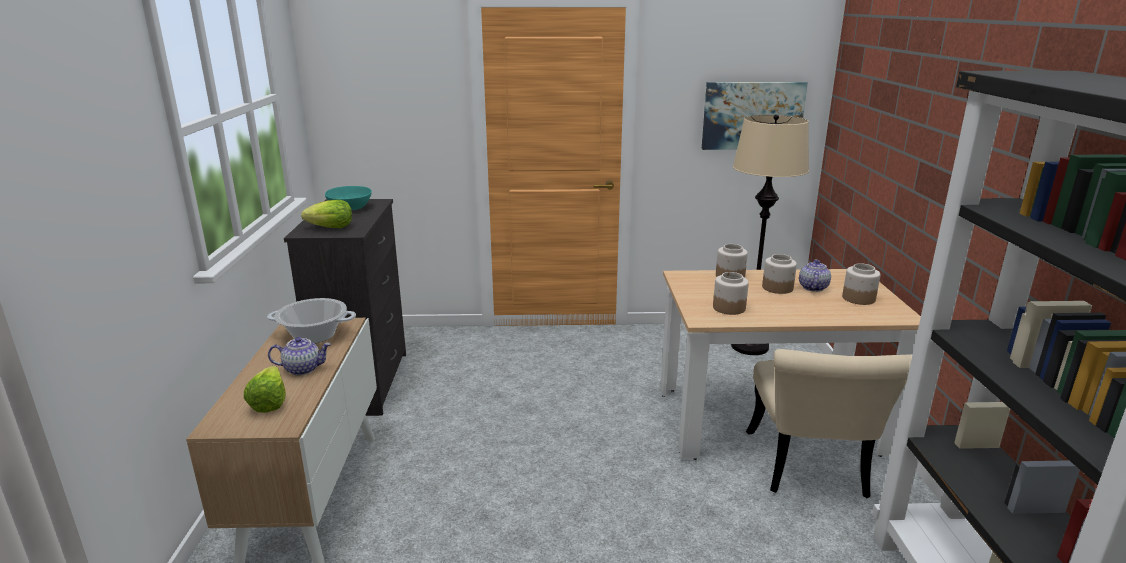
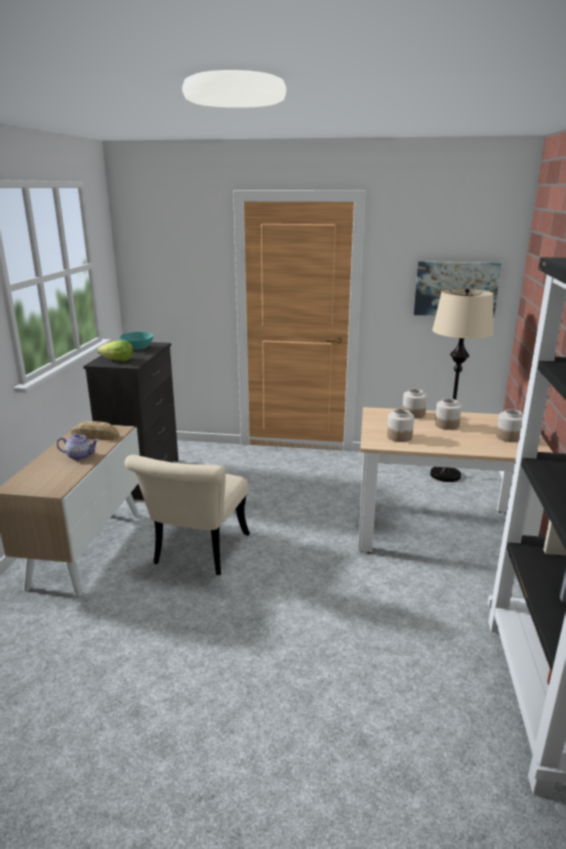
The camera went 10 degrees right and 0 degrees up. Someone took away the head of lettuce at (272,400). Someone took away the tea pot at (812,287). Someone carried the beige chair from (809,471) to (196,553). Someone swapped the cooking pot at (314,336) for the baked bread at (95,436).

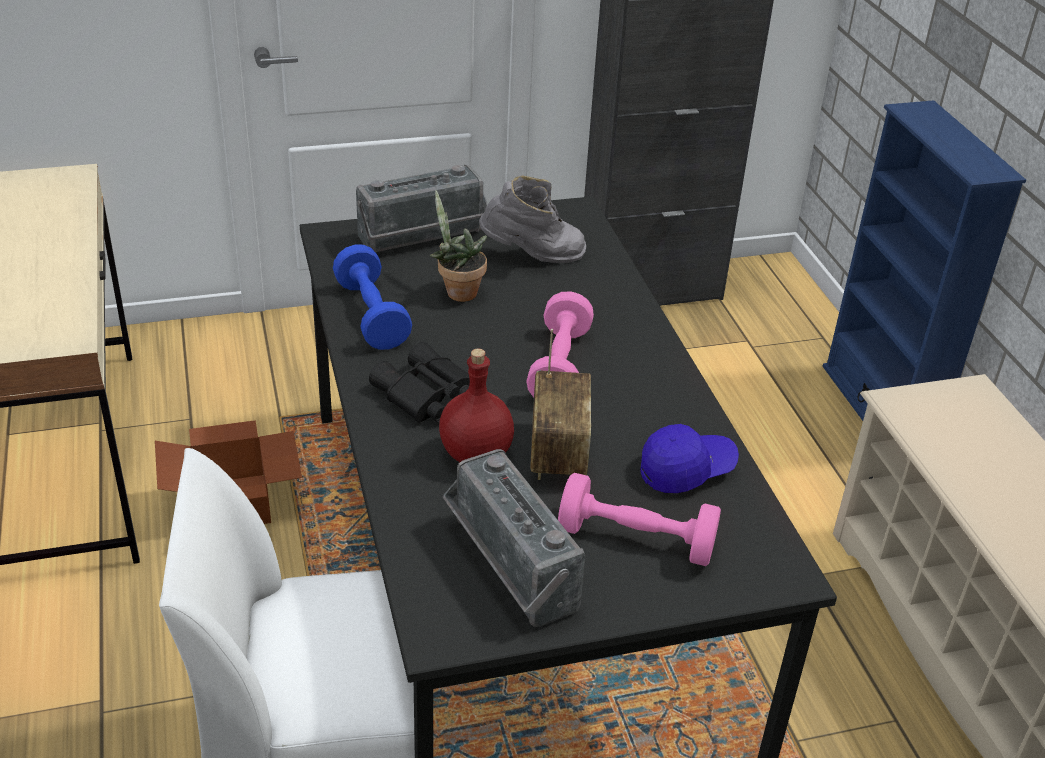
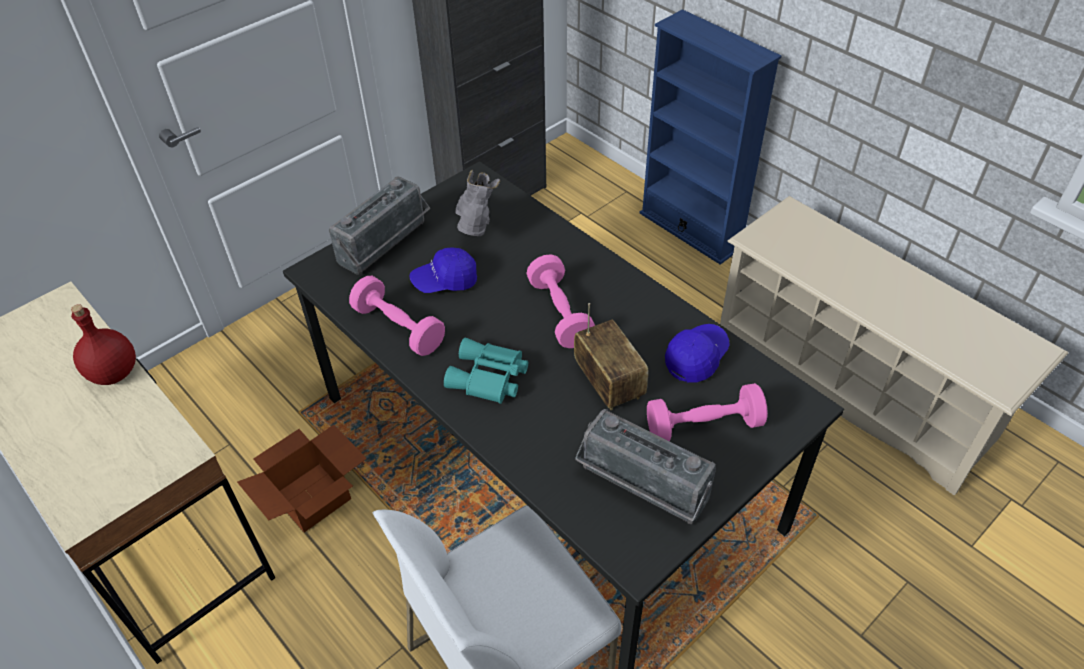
The camera went 25 degrees left and 10 degrees up. Someone carried the reddish bottle from (474,454) to (113,373). Someone swapped the plant in a pot at (457,292) for the blue peaked cap at (445,281). Someone repainted the blue dumbbell at (372,315), which became the pink dumbbell at (399,328). Someone repainted the blackish pair of binoculars at (426,396), which became the turquoise pair of binoculars at (488,378). Someone rotated the gray high-top boot at (532,257) by 60 degrees counterclockwise.

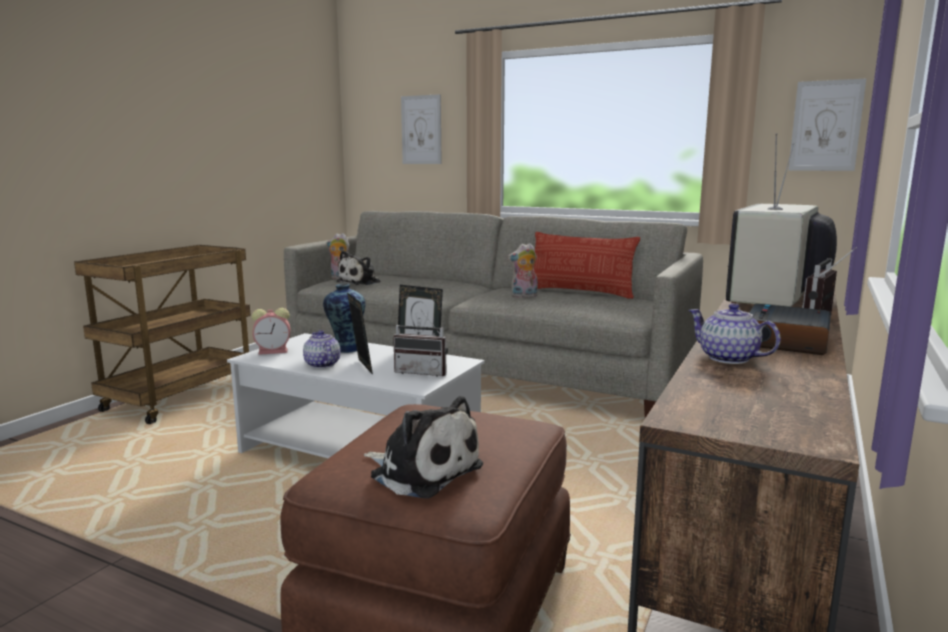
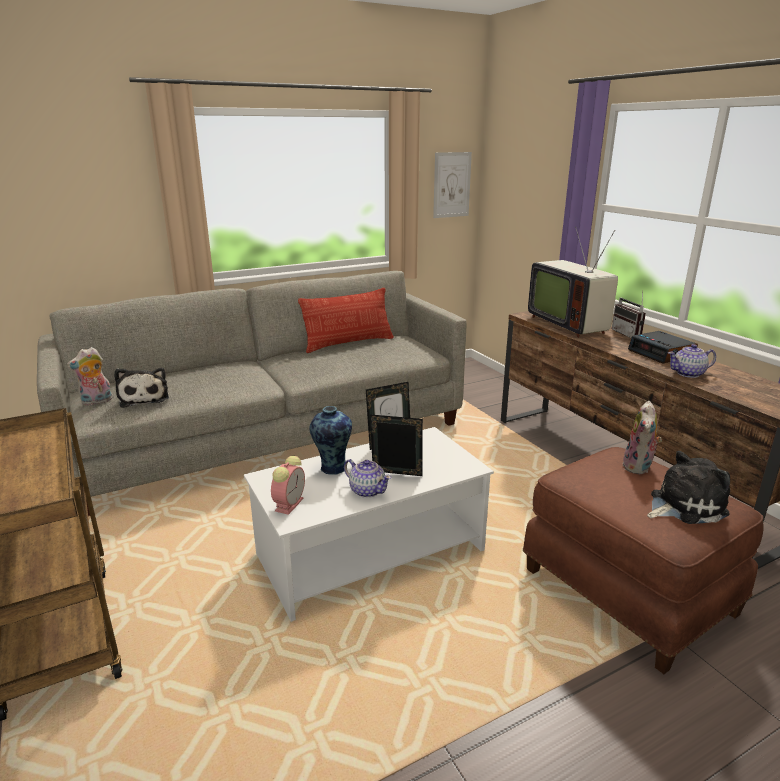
The camera went 55 degrees left and 10 degrees up. Someone took away the radio at (423,372). Someone took away the picture at (421,130). Someone carried the cuddly toy from (524,296) to (639,467). Someone rotated the tea pot at (322,365) by 150 degrees counterclockwise.

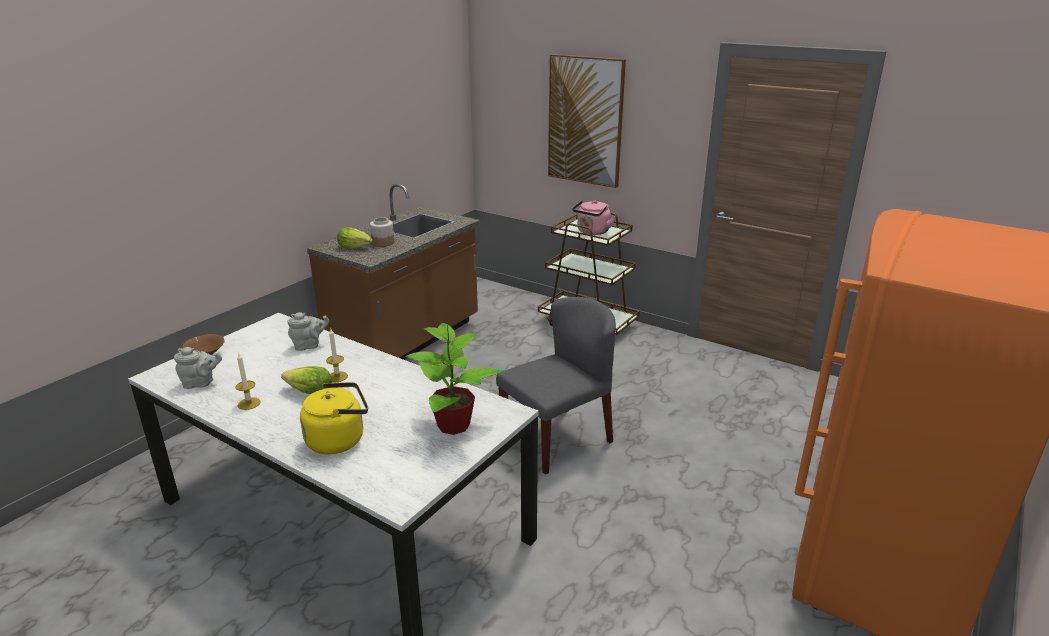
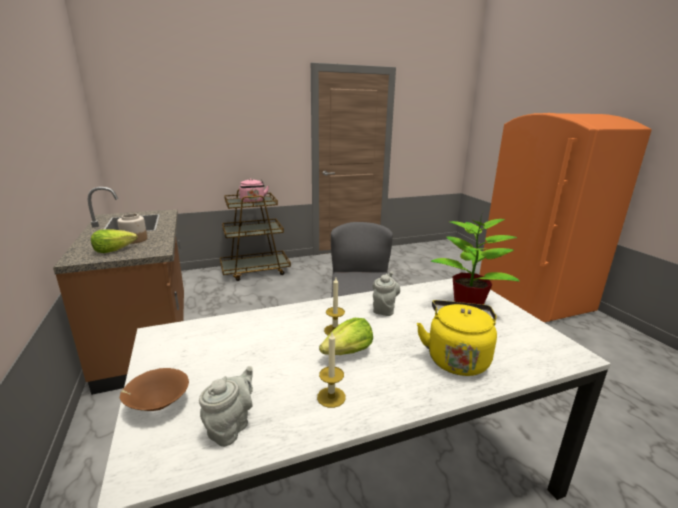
The camera went 55 degrees left and 5 degrees down. Someone took away the picture at (585,121). Someone carried the gray tea pot from (309,346) to (384,308).

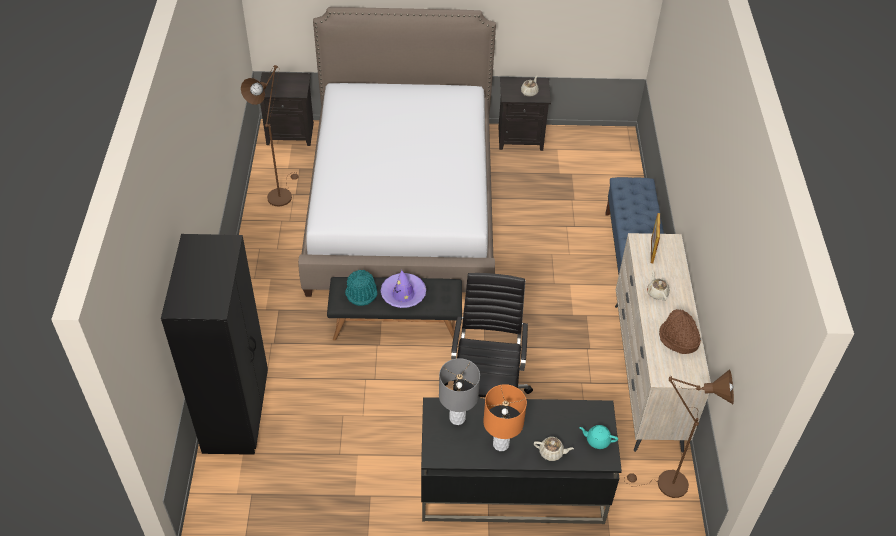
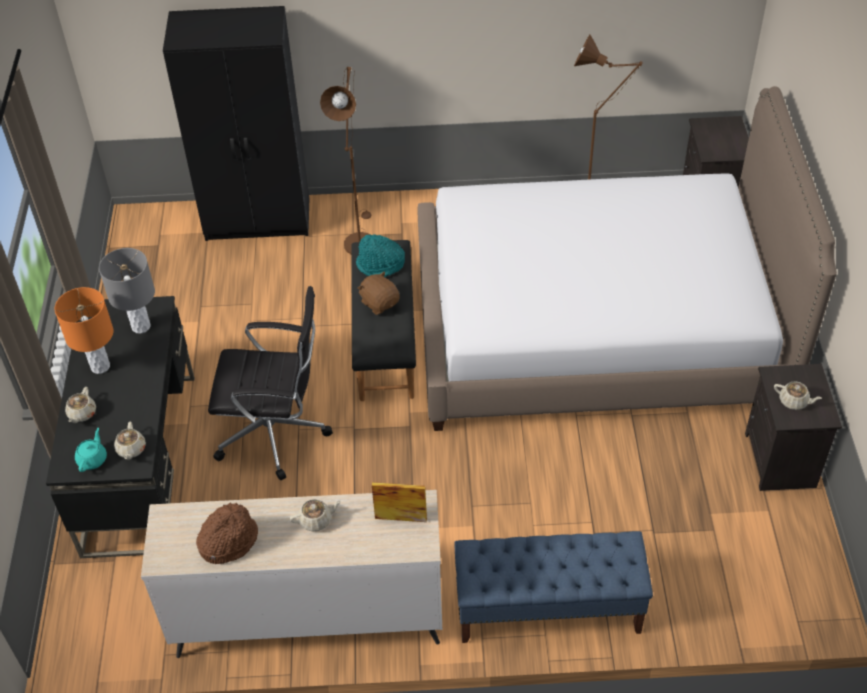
The camera went 90 degrees right and 0 degrees up. Someone put down the beige tea pot at (131,449). Someone carried the brownish floor lamp from (666,484) to (359,240). Someone swapped the purplish hat at (403,294) for the brownish cuddly toy at (379,303).

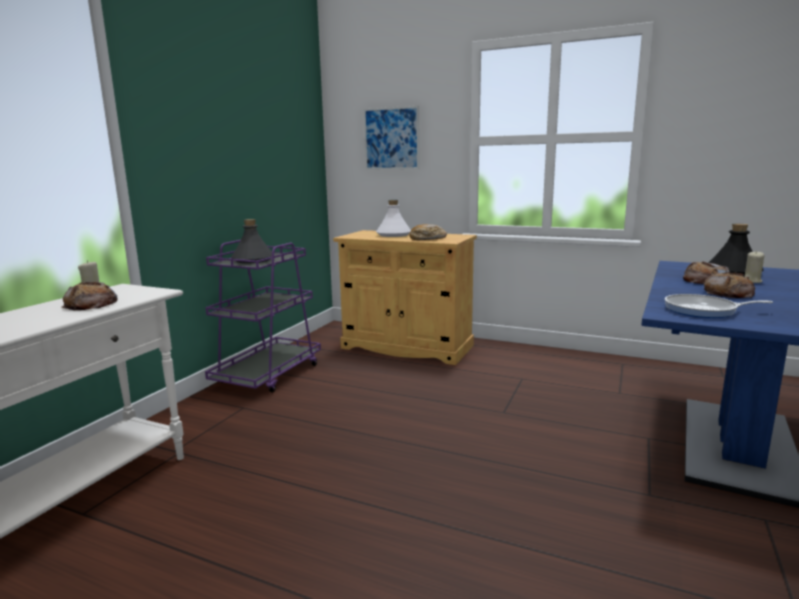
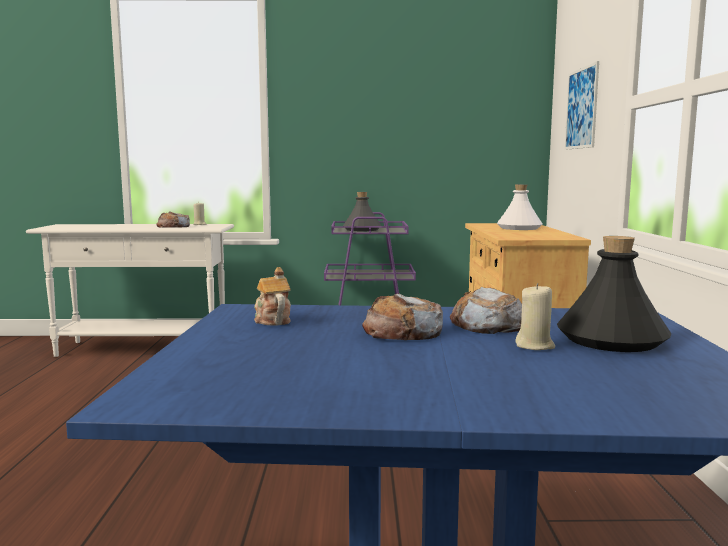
The camera went 65 degrees right and 5 degrees down. Someone took away the baked bread at (427,238). Someone swapped the skillet at (704,310) for the tea pot at (272,320).

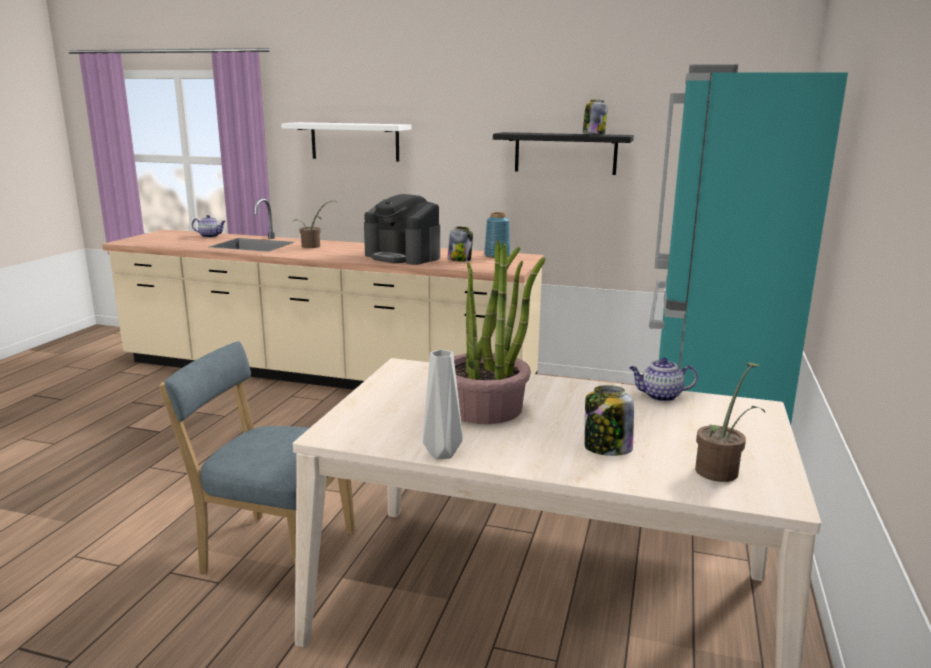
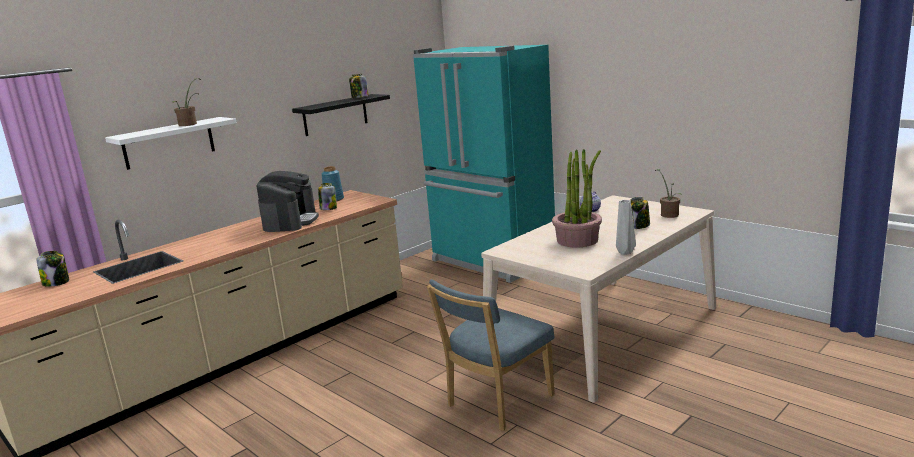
The camera went 60 degrees left and 0 degrees up. Someone carried the plant in a pot from (313,246) to (190,124). Someone swapped the tea pot at (210,236) for the preserve jar at (56,282). Someone rotated the coffee brewer at (403,256) by 60 degrees counterclockwise.

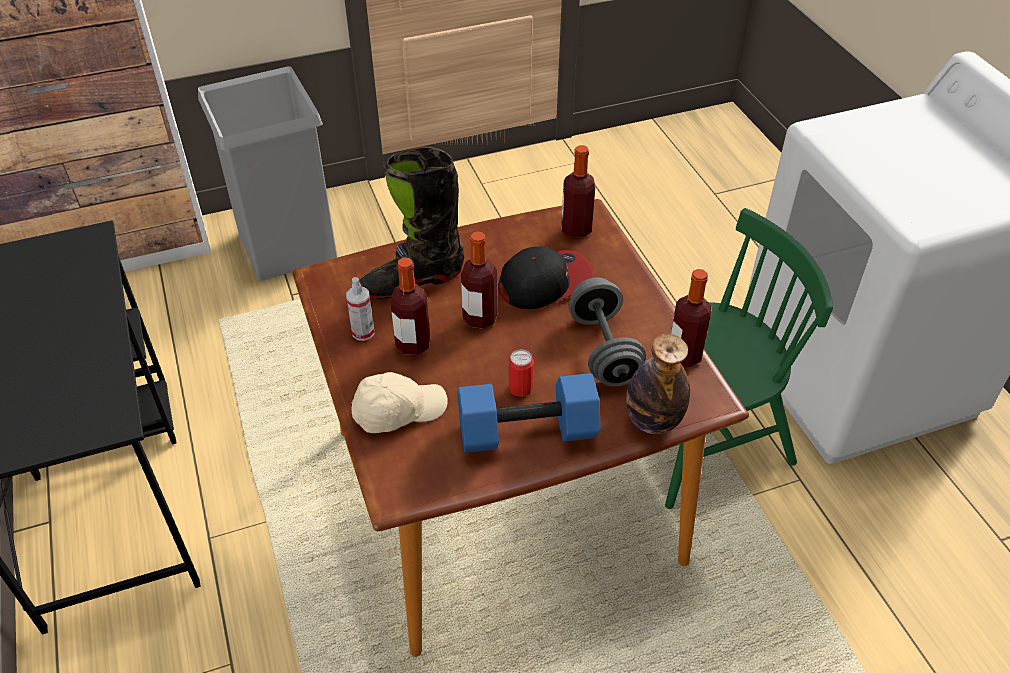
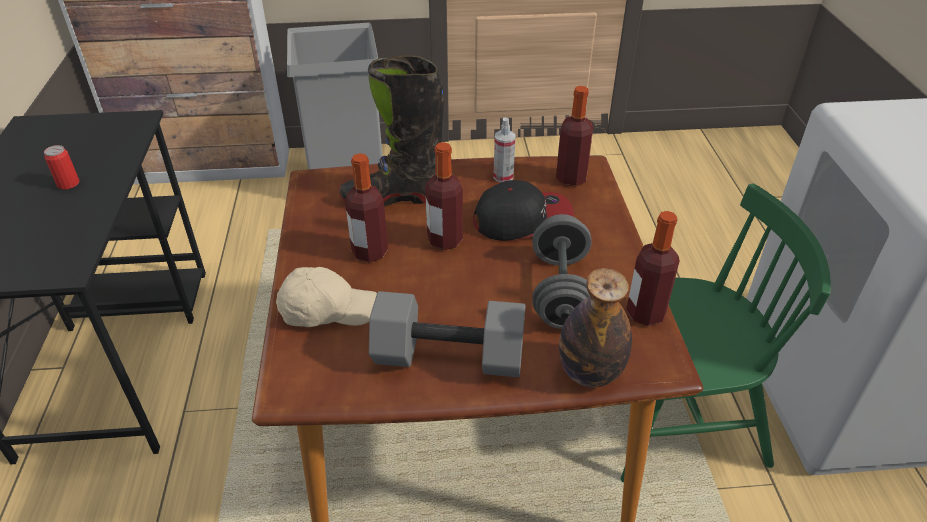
The camera went 15 degrees right and 5 degrees down. Someone carried the sprayer from (363,332) to (503,176). Someone carried the sealed can from (520,388) to (68,184). Someone repainted the blue dumbbell at (526,434), which became the gray dumbbell at (447,358).

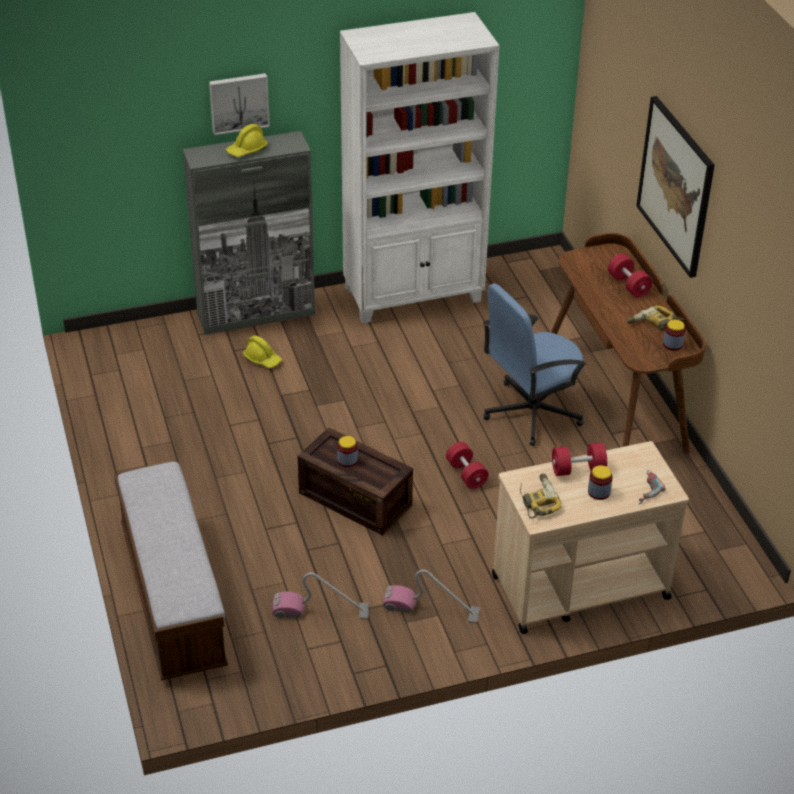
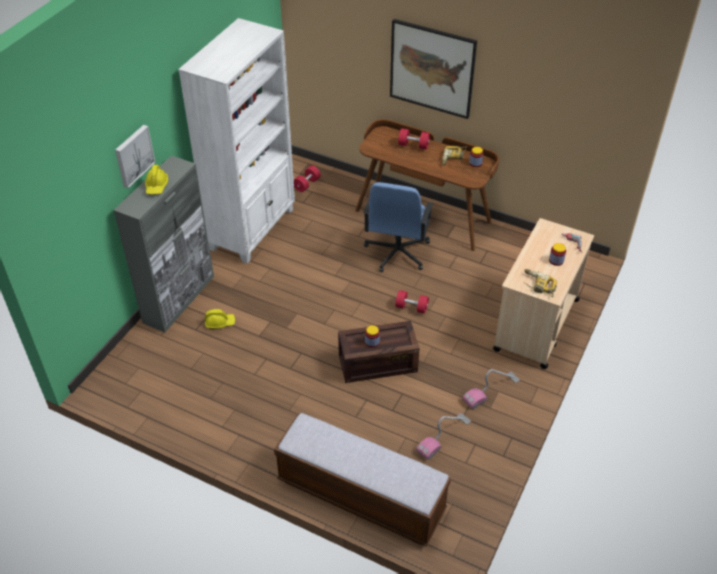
The camera went 45 degrees left and 5 degrees up. Someone carried the reddish dumbbell from (578,469) to (307,184).

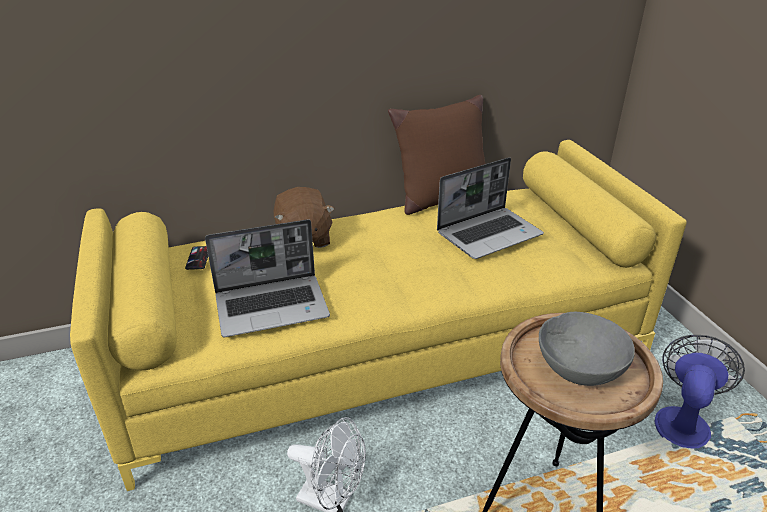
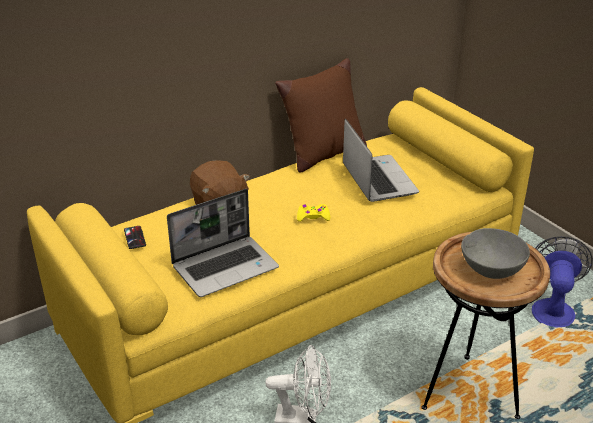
The camera went 15 degrees left and 0 degrees up. Someone put down the yellow-coloured gamepad at (313,217). Someone rotated the portable computer at (489,234) by 60 degrees counterclockwise.

